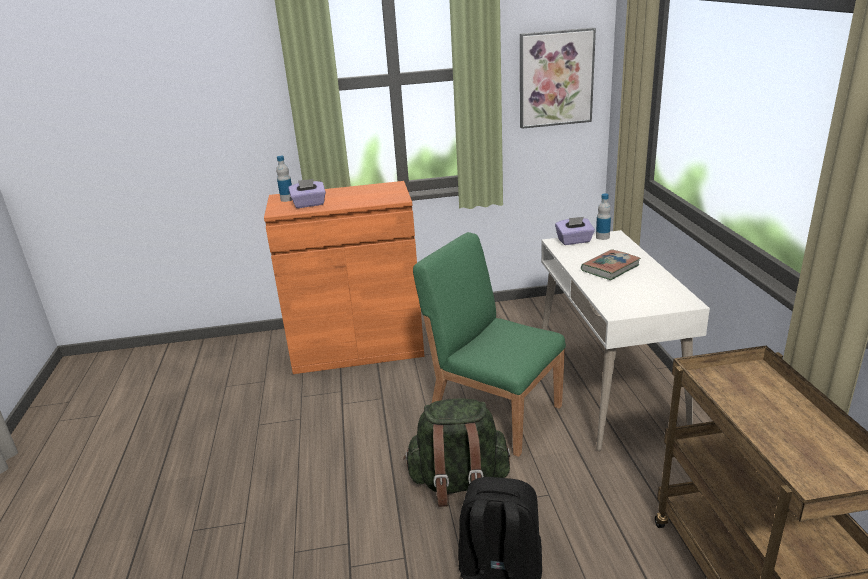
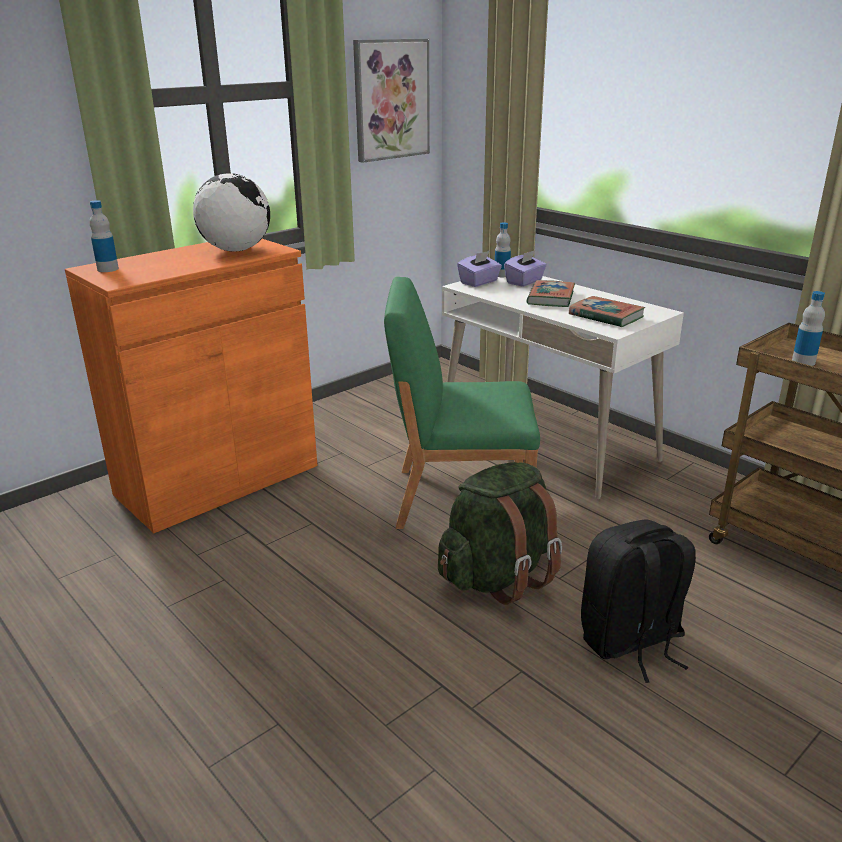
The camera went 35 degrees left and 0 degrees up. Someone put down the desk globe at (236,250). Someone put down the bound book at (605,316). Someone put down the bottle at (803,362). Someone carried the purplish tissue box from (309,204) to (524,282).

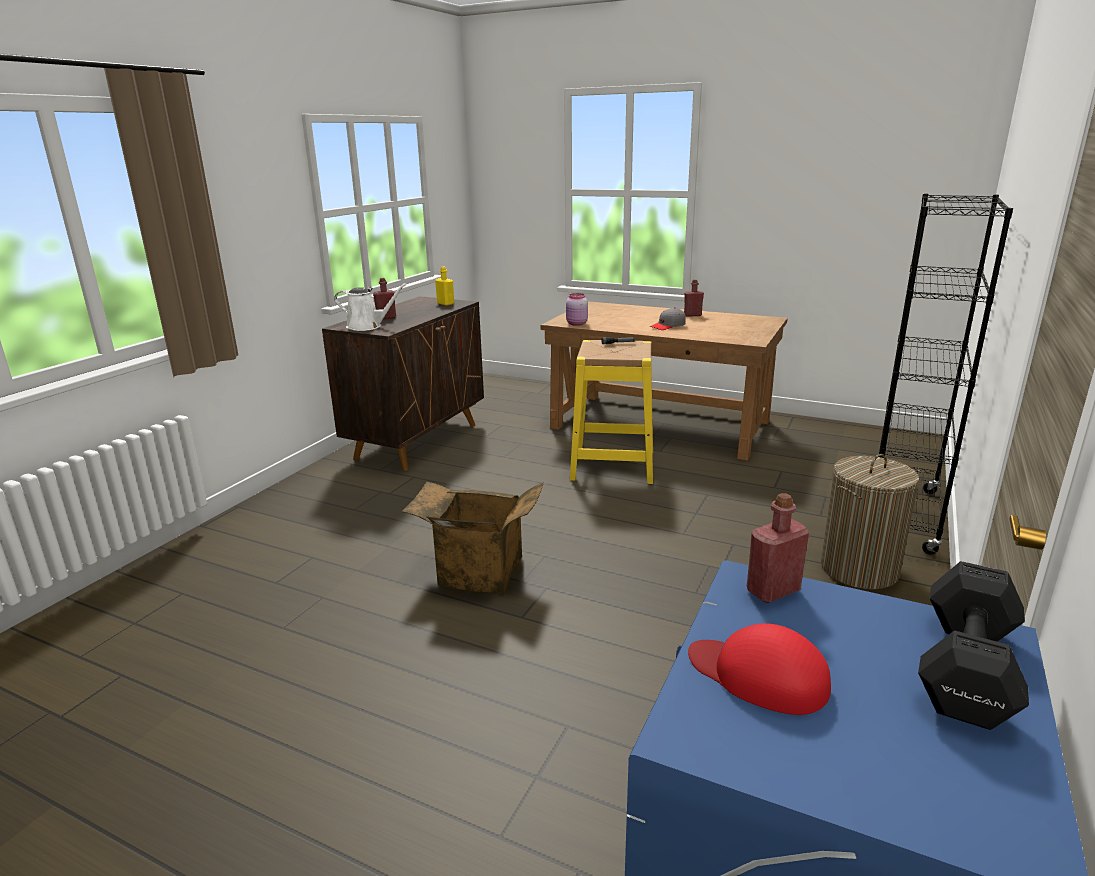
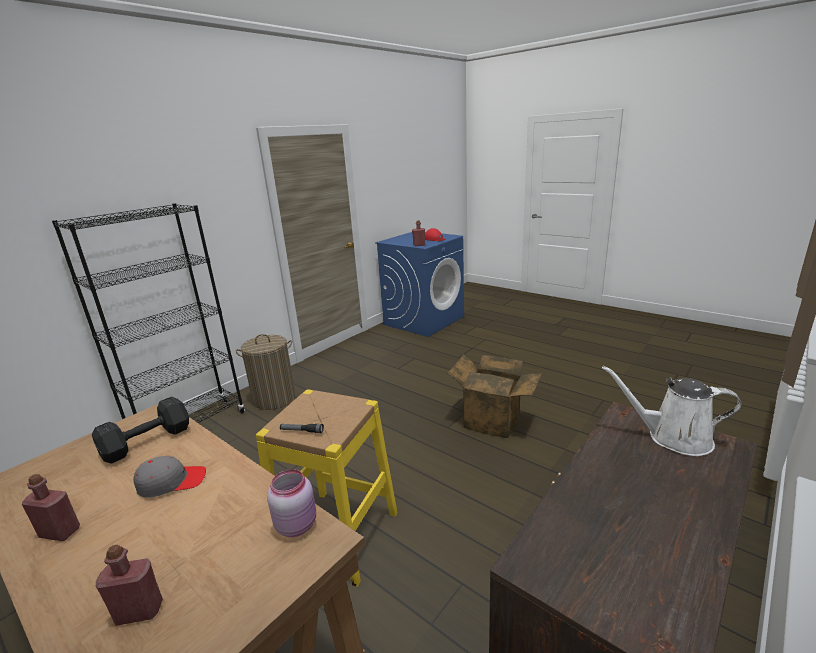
The camera went 165 degrees left and 0 degrees up. Someone took away the yellow-coloured bottle at (445,303). Someone carried the reddish bottle from (386,317) to (139,612). Someone carried the blackish dumbbell from (968,667) to (145,442).

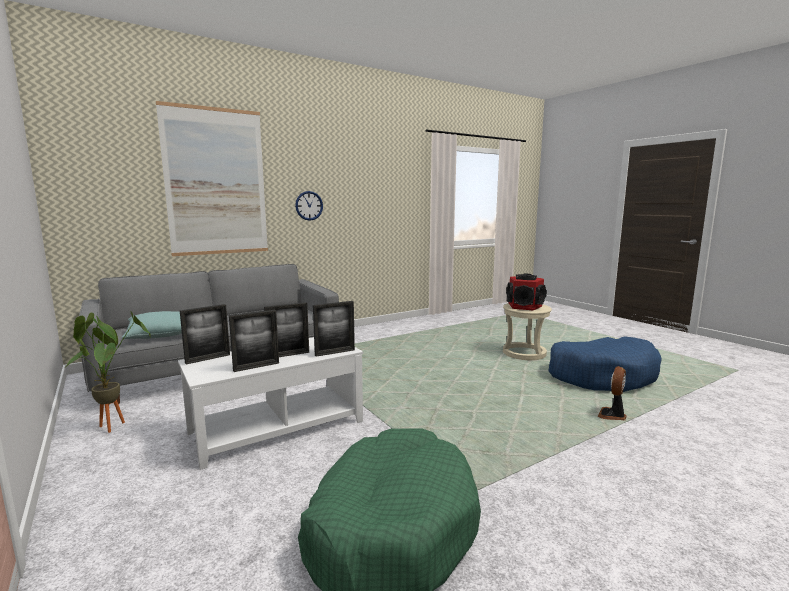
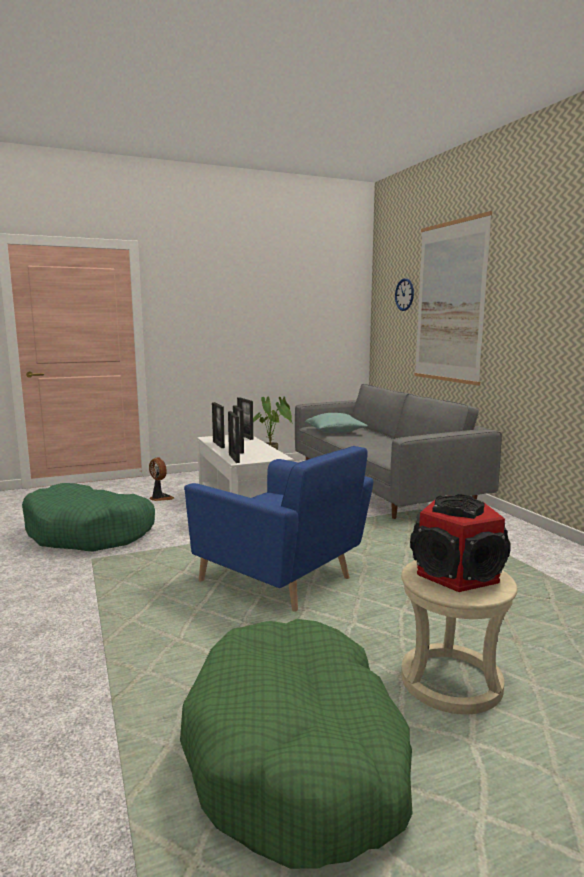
The camera went 100 degrees right and 0 degrees up. Someone put down the blue lounge chair at (282,579). Someone carried the wall clock from (309,205) to (404,294). Someone carried the electric fan from (612,416) to (160,498). Someone repainted the blue dog bed at (602,376), which became the green-coloured dog bed at (298,756).

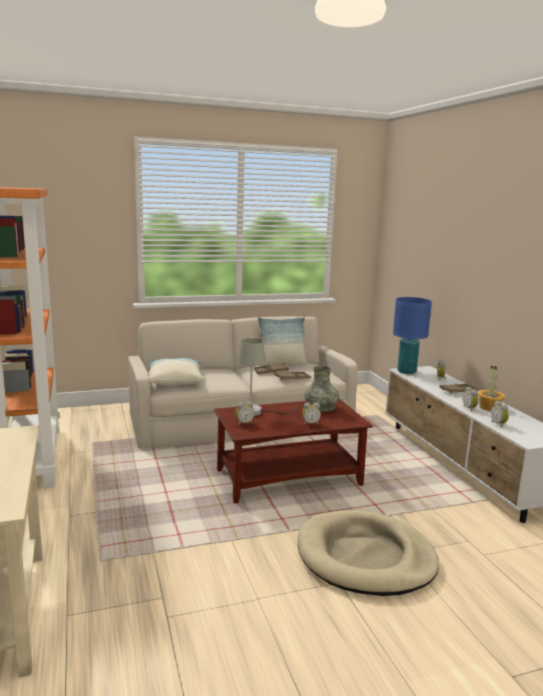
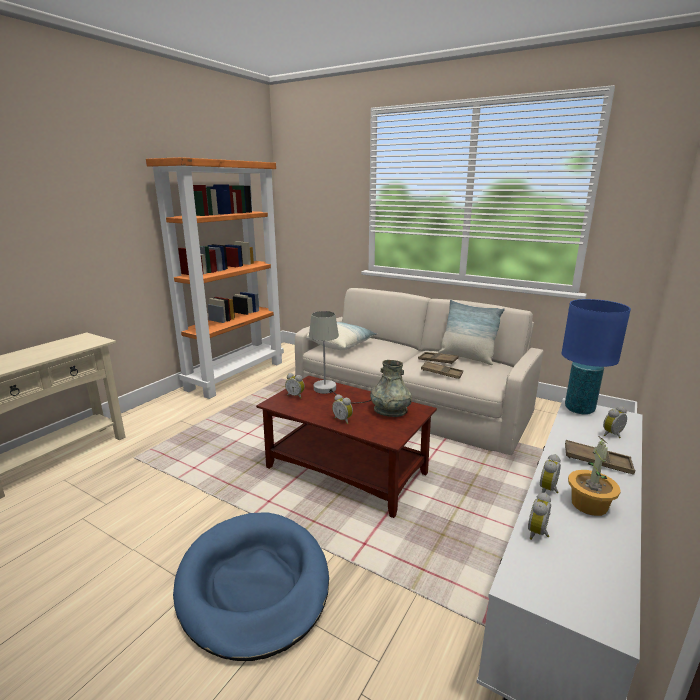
The camera went 50 degrees right and 5 degrees up. Someone repainted the beige dog bed at (365,557), which became the blue dog bed at (253,584).

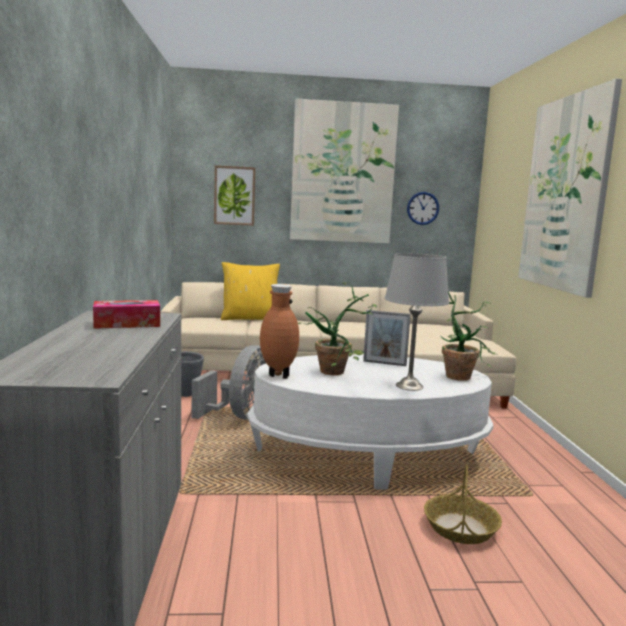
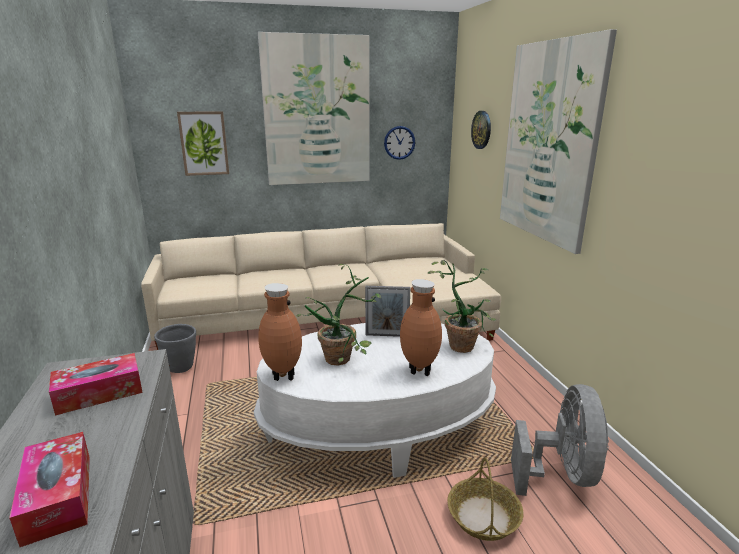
The camera went 10 degrees left and 10 degrees up. Someone took away the yellow-coloured pillow at (250,318). Someone put down the tissue box at (58,497). Someone put up the wall clock at (481,130). Someone carried the gray electric fan from (240,416) to (561,473). Someone swapped the gray tabletop lamp at (409,386) for the brownish flower vase at (418,371).

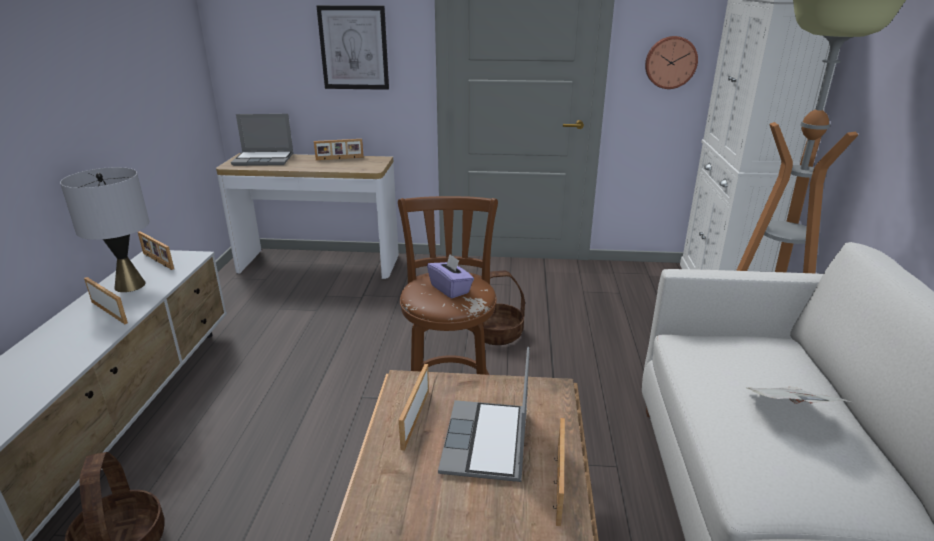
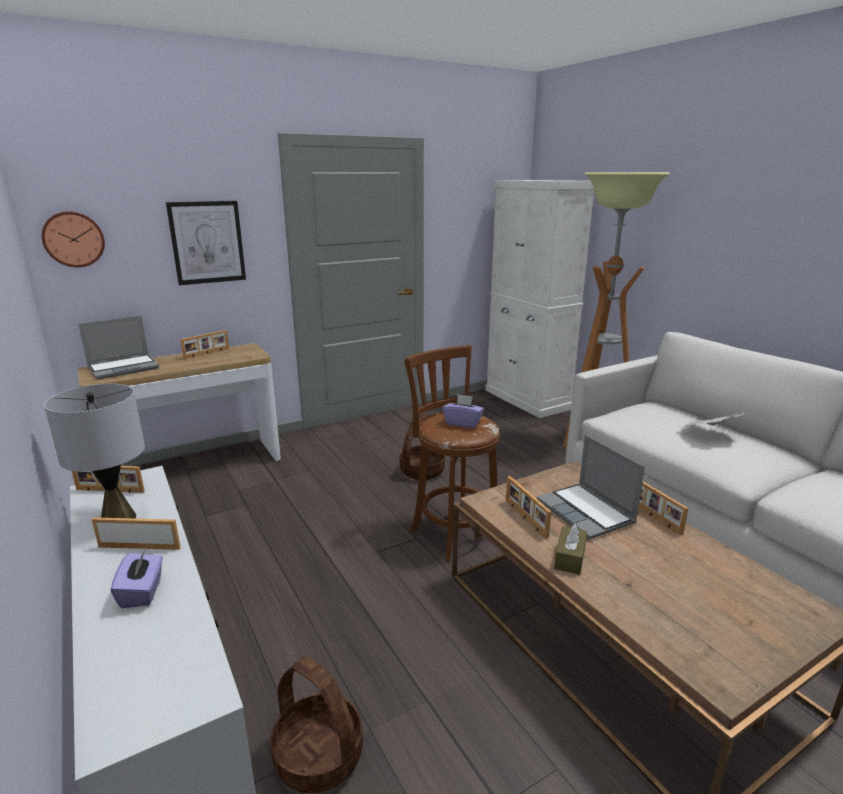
The camera went 35 degrees left and 5 degrees down. Someone put down the purplish tissue box at (142,592). Someone put down the brownish tissue box at (569,558). Someone carried the wall clock from (670,62) to (73,239).

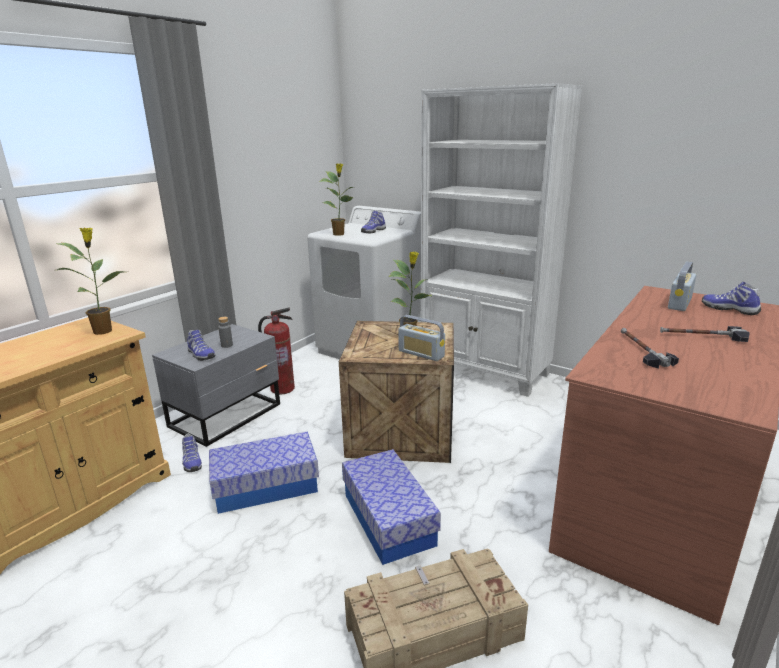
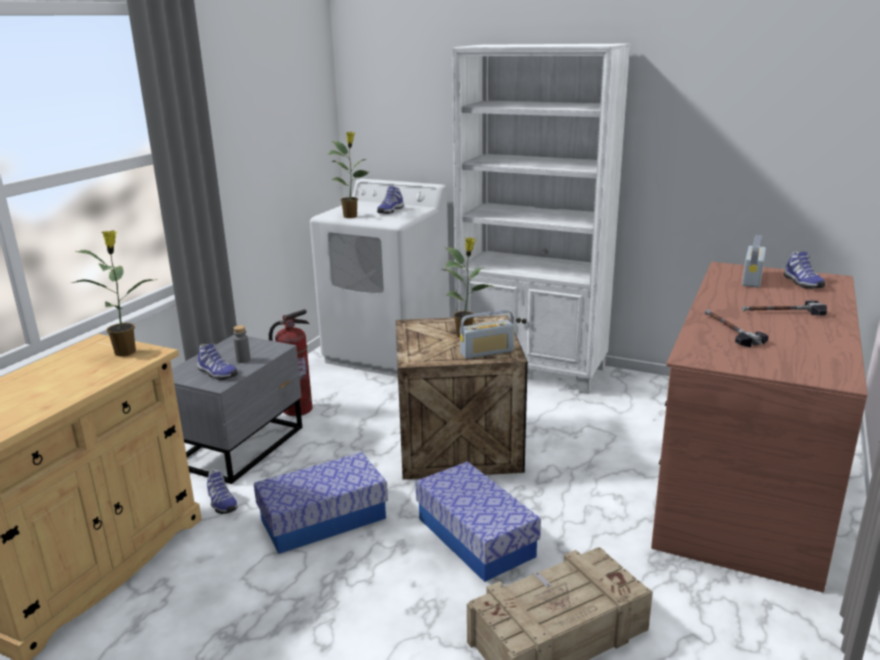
The camera went 10 degrees left and 0 degrees up. Someone rotated the radio at (421,353) by 45 degrees counterclockwise. Someone rotated the shoe at (729,309) by 135 degrees counterclockwise.

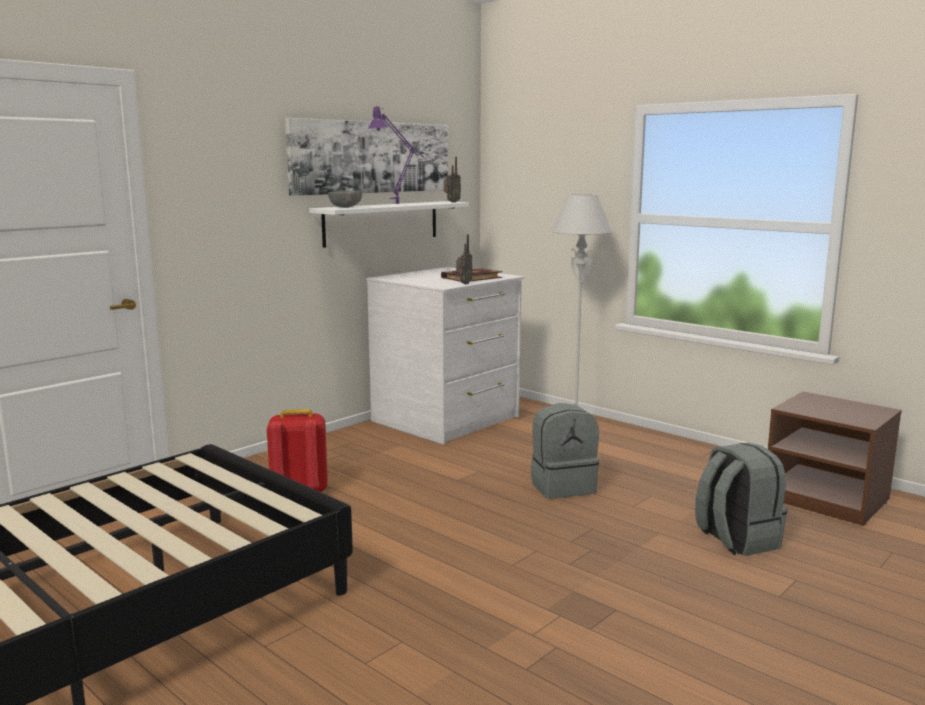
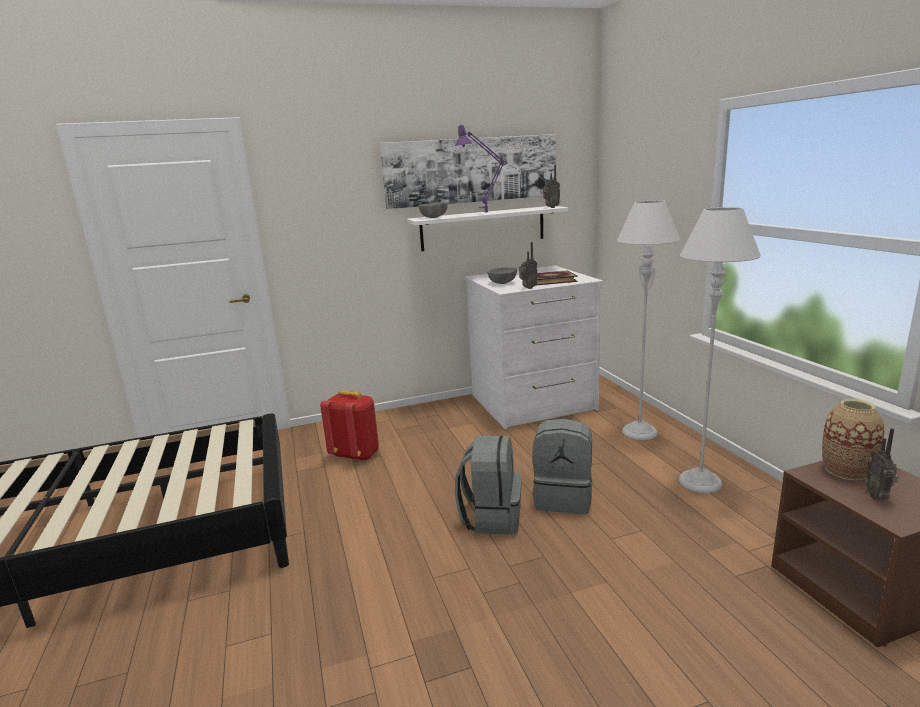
The camera went 30 degrees right and 5 degrees up. Someone put down the gray serving bowl at (503,283). Someone put down the gray floor lamp at (700,482). Someone put down the flower vase at (846,470). Someone put down the radio at (878,496). Someone carried the gray knapsack from (736,540) to (491,517).

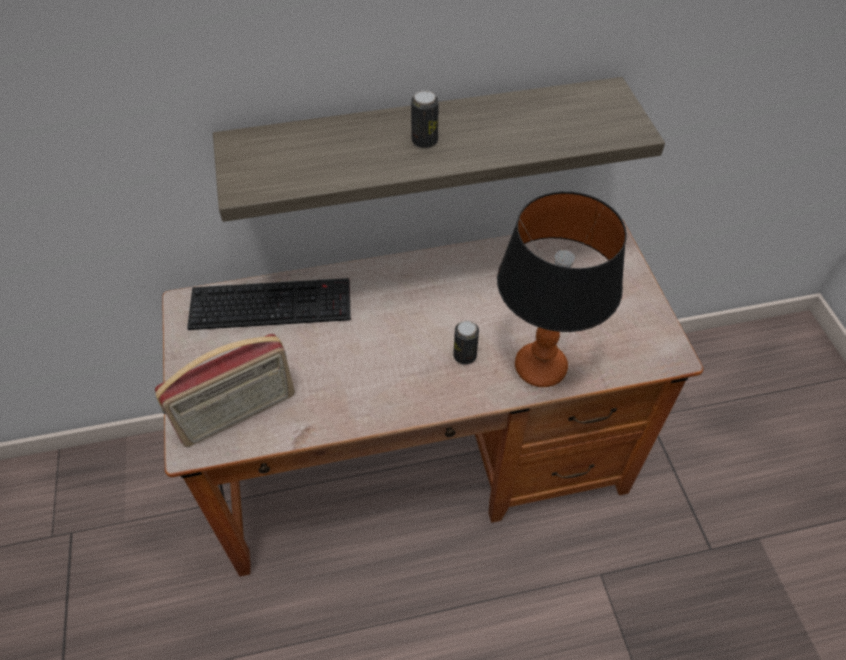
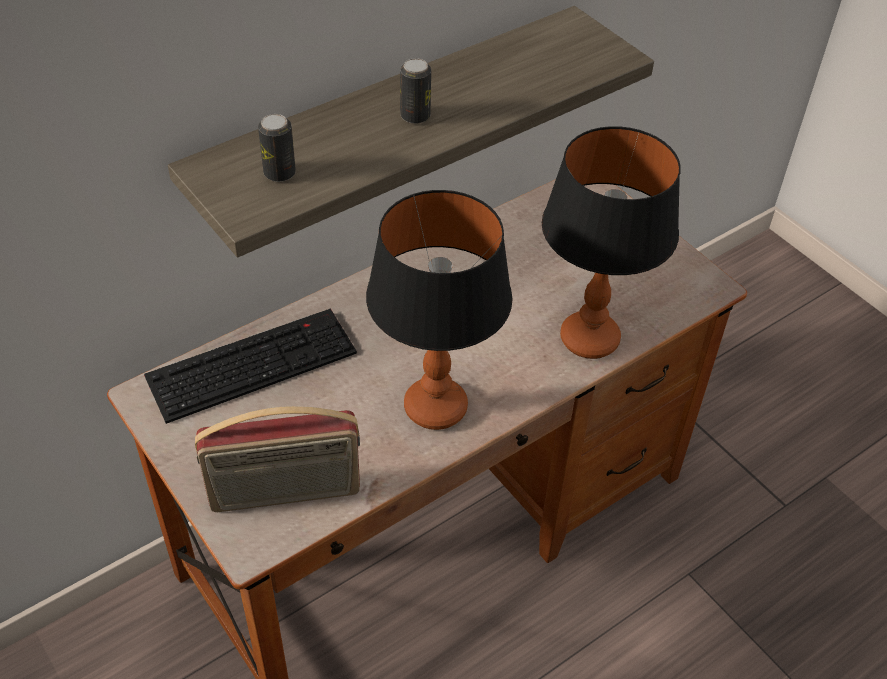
The camera went 25 degrees left and 5 degrees down. Someone put down the tabletop lamp at (435,407). Someone carried the sealed can from (465,356) to (279,173). Someone rotated the radio at (238,414) by 45 degrees clockwise.

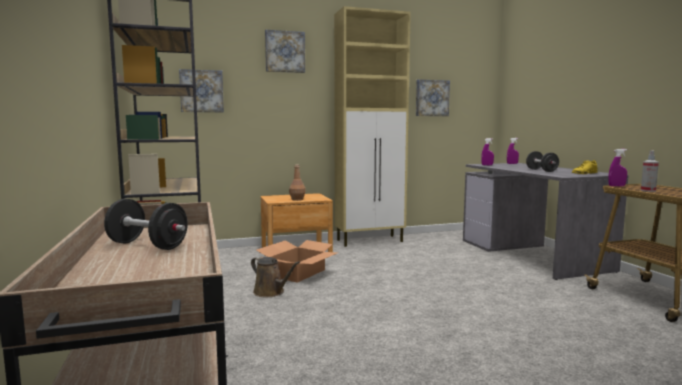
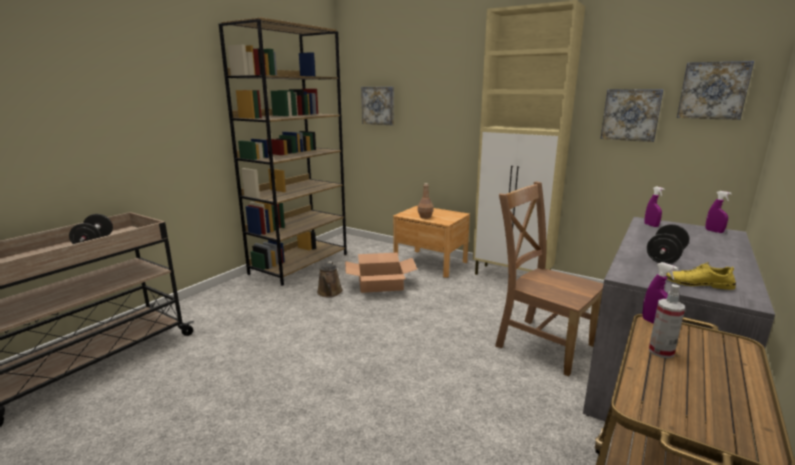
The camera went 50 degrees right and 10 degrees up. Someone put down the brownish chair at (541,343). Someone carried the picture from (284,52) to (713,90).

